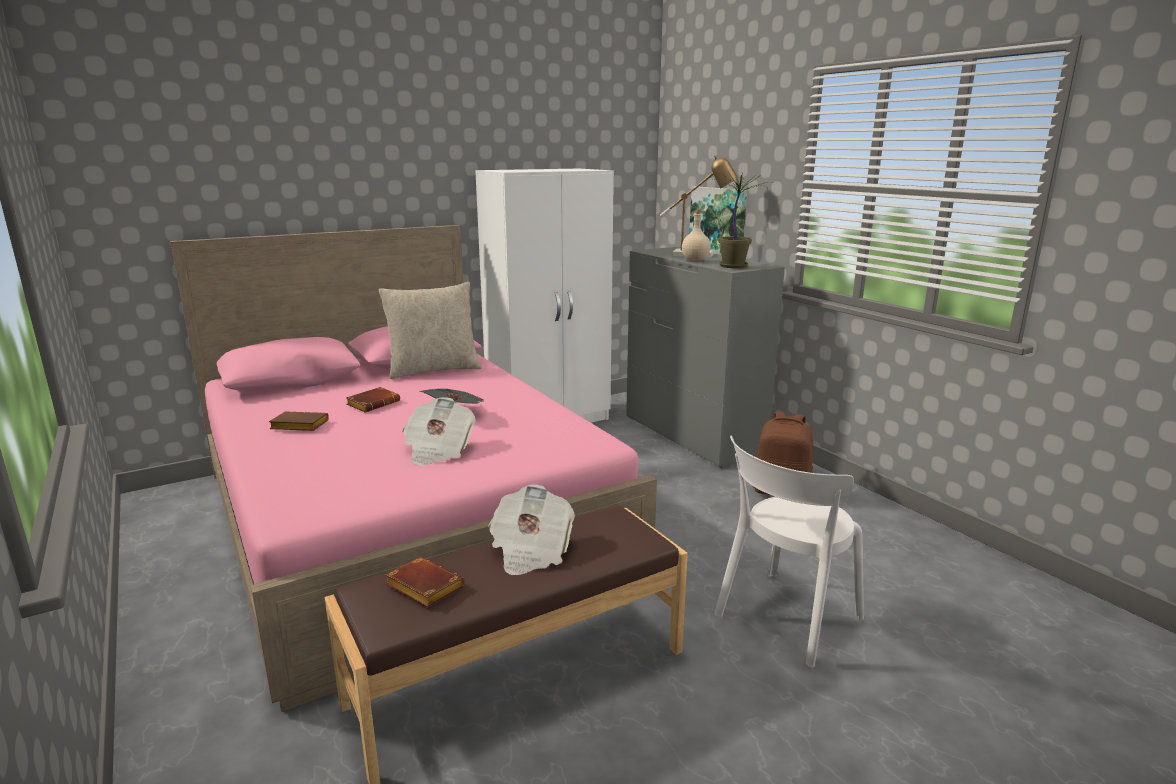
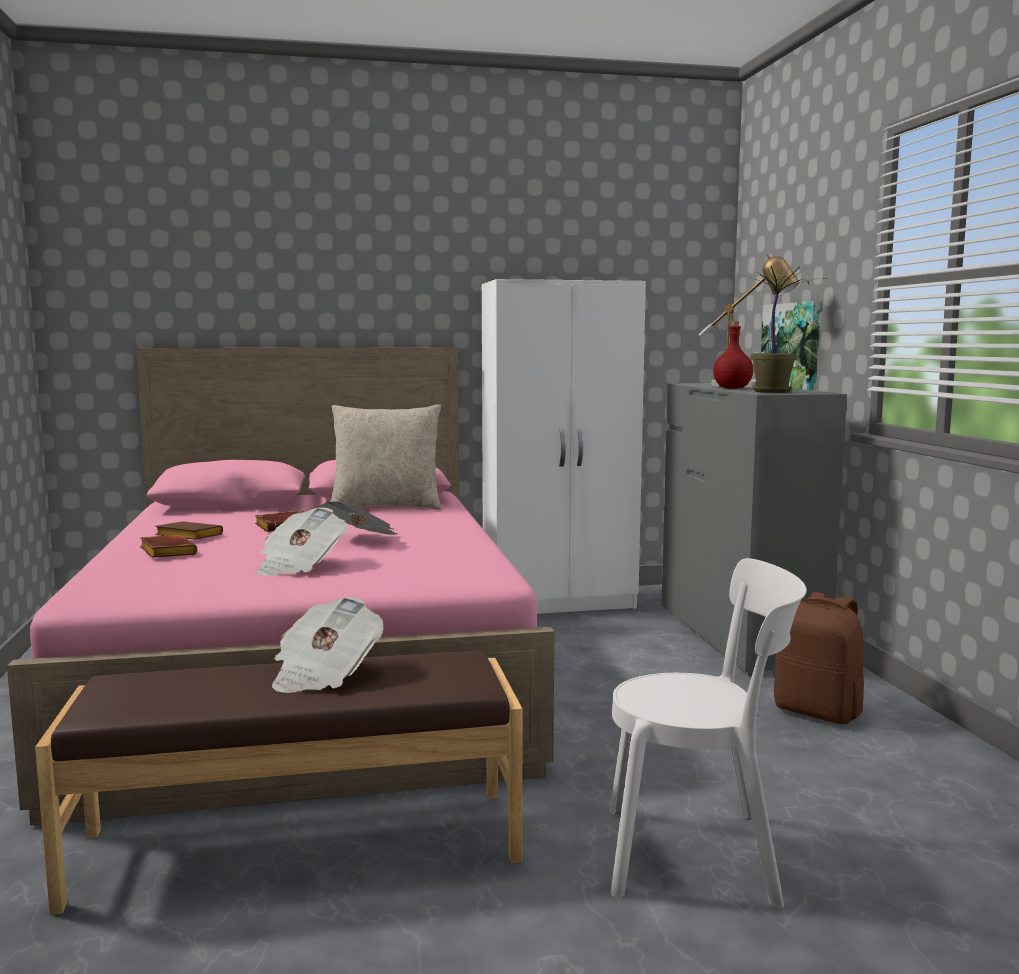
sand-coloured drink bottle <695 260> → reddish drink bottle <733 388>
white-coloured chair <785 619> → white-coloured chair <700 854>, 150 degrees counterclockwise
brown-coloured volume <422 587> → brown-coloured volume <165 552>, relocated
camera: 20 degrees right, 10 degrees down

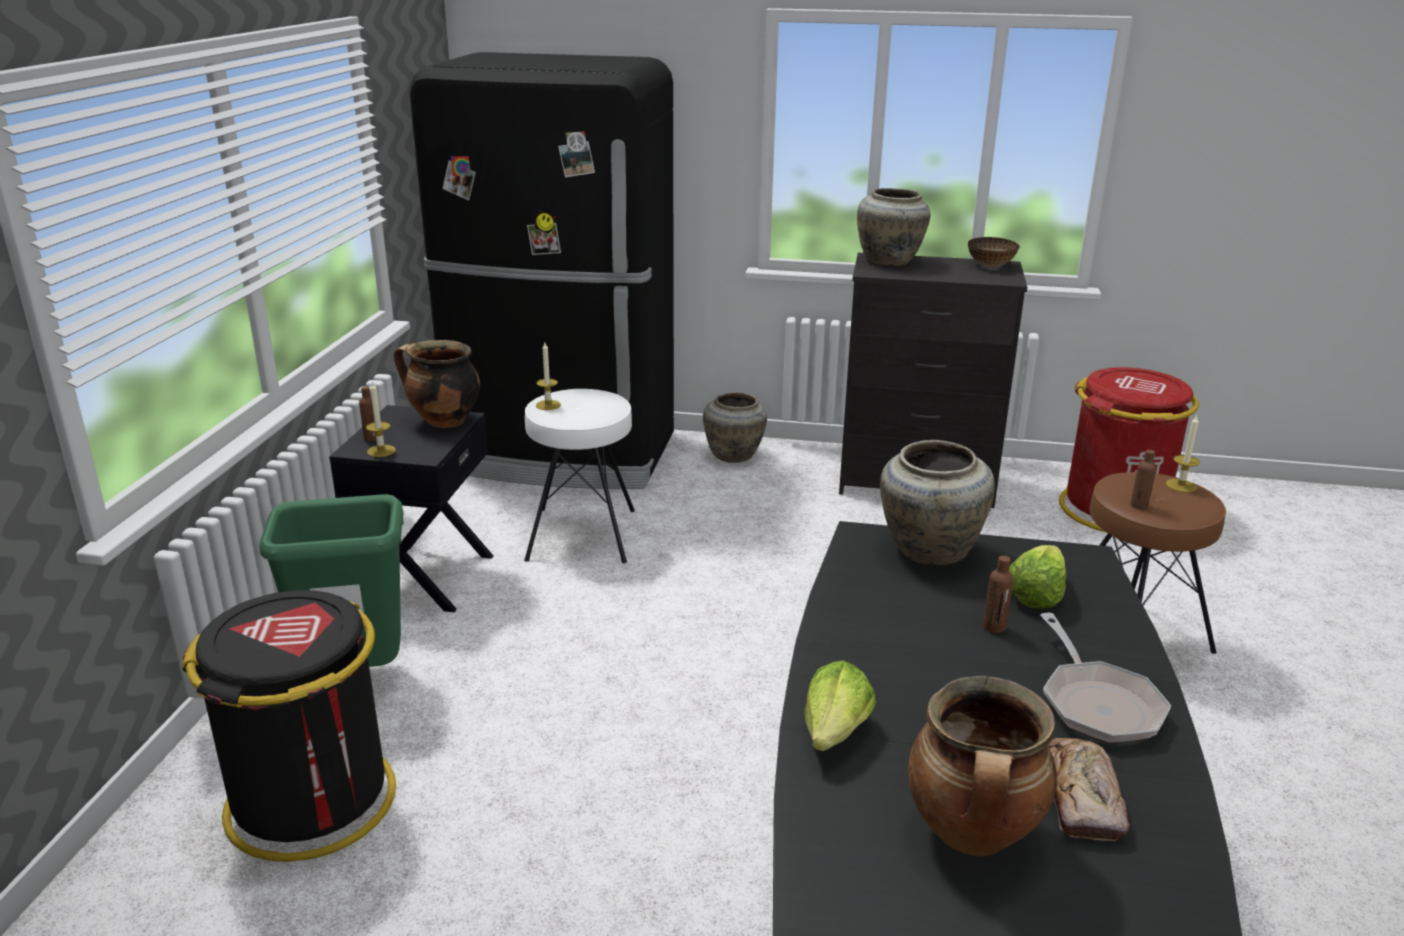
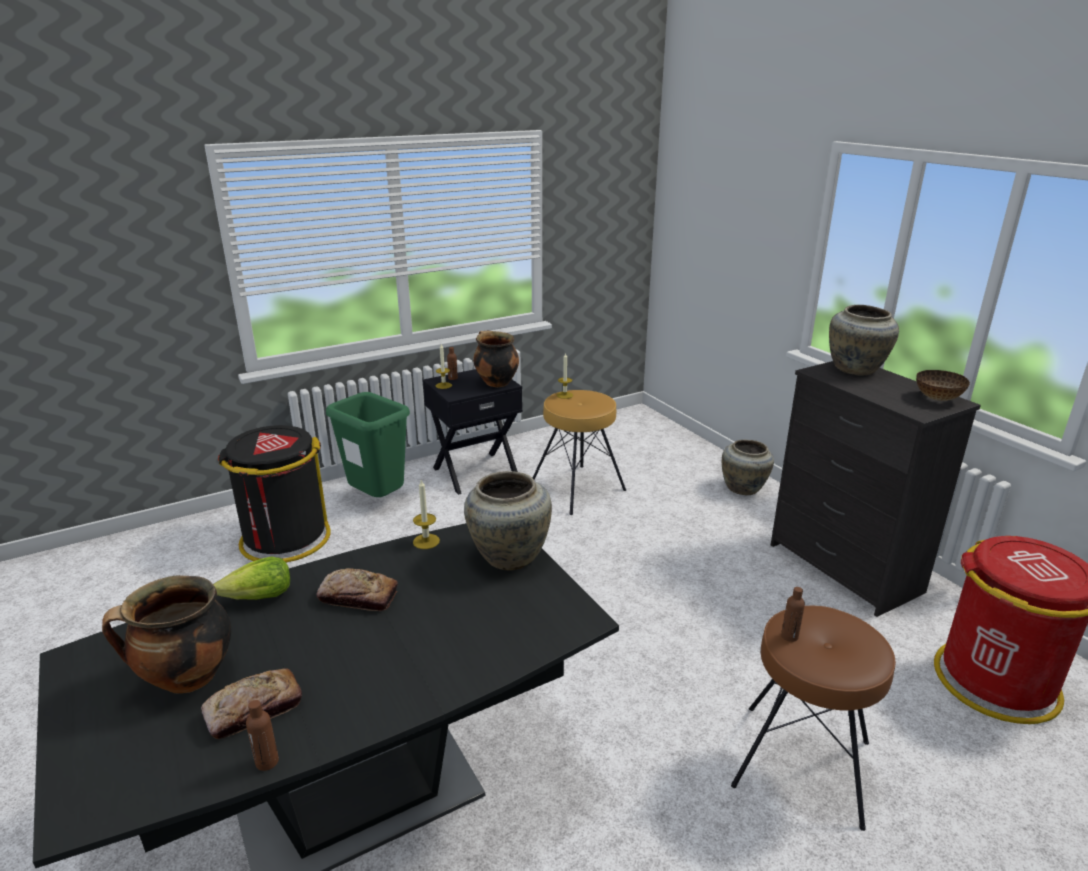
black-coloured fridge <562 453> → -
white-coloured stool seat <583 534> → brown-coloured stool seat <577 489>
wax candle <1181 485> → wax candle <426 541>, relocated
head of lettuce <1035 594> → -
brown-coloured drink bottle <994 627> → brown-coloured drink bottle <267 762>, relocated
pan <1097 703> → -
- → bakery bread <358 597>
camera: 50 degrees right, 0 degrees up

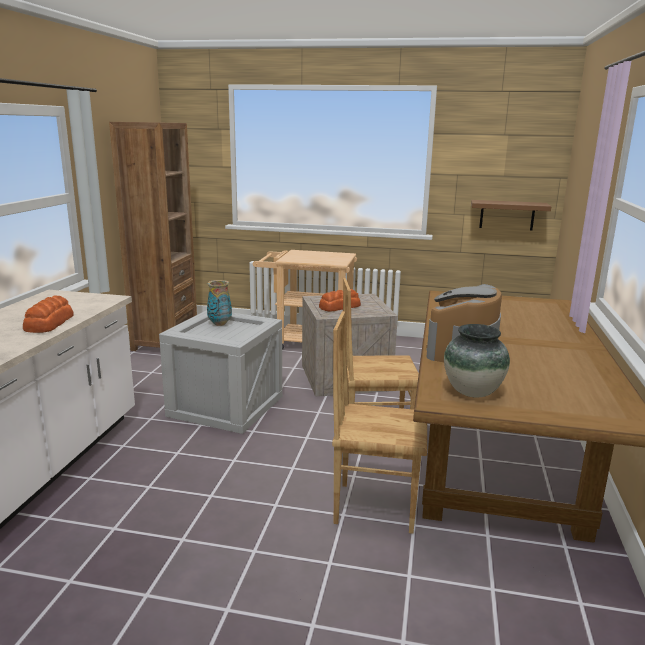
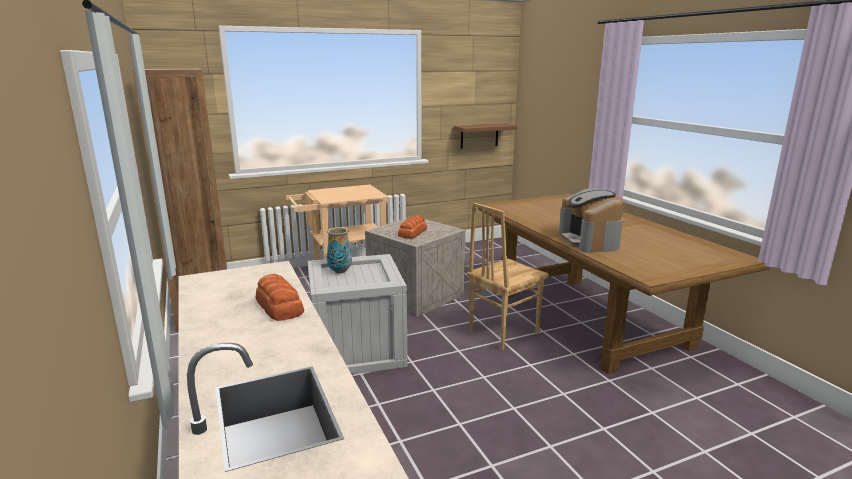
brown-coloured chair <375 506> → -
flower vase <472 392> → -
camera: 35 degrees left, 0 degrees up

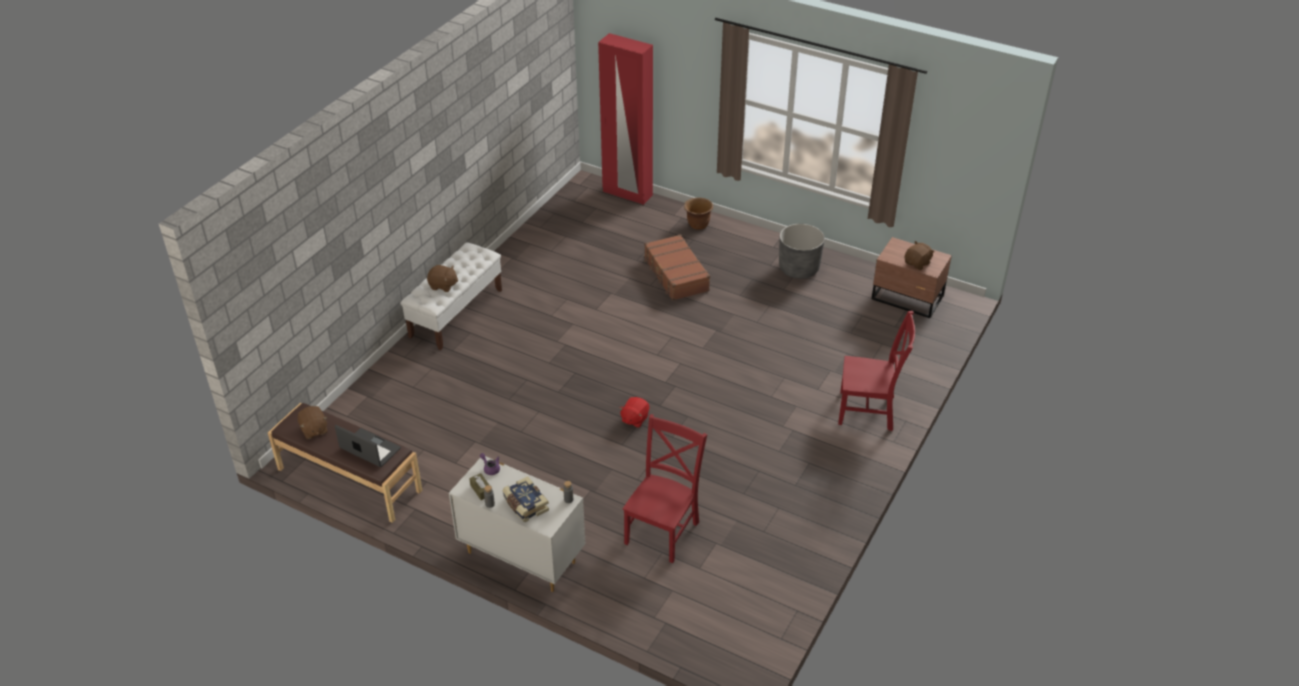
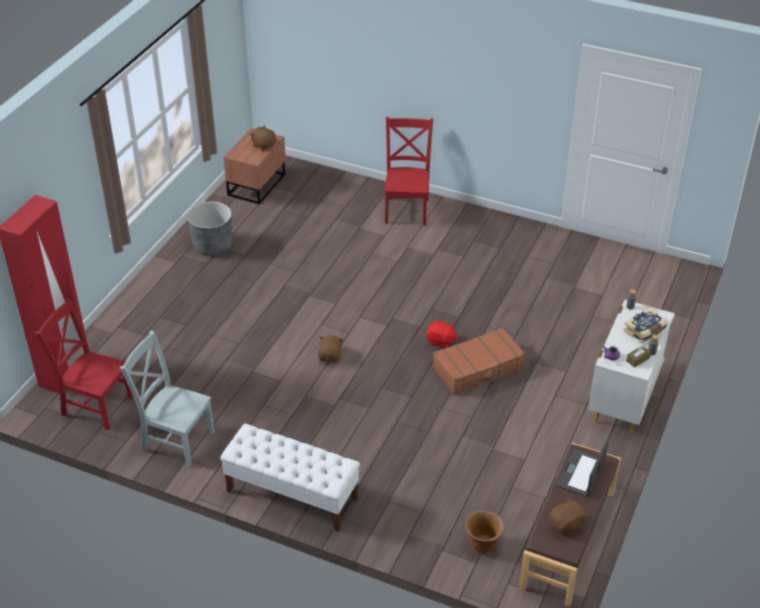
brown-coloured planter <698 225> → brown-coloured planter <482 545>, relocated
brown-coloured travel case <675 275> → brown-coloured travel case <478 368>, relocated
brown-coloured cuddly toy <443 285> → brown-coloured cuddly toy <330 356>, relocated
reddish chair <663 530> → reddish chair <95 404>, relocated
- → greyish chair <175 439>
camera: 95 degrees left, 0 degrees up

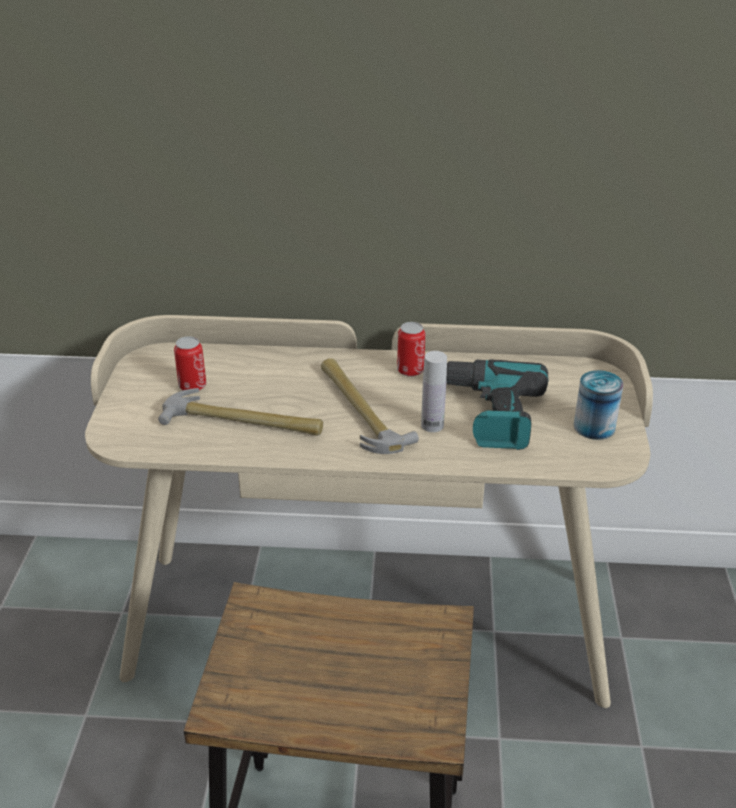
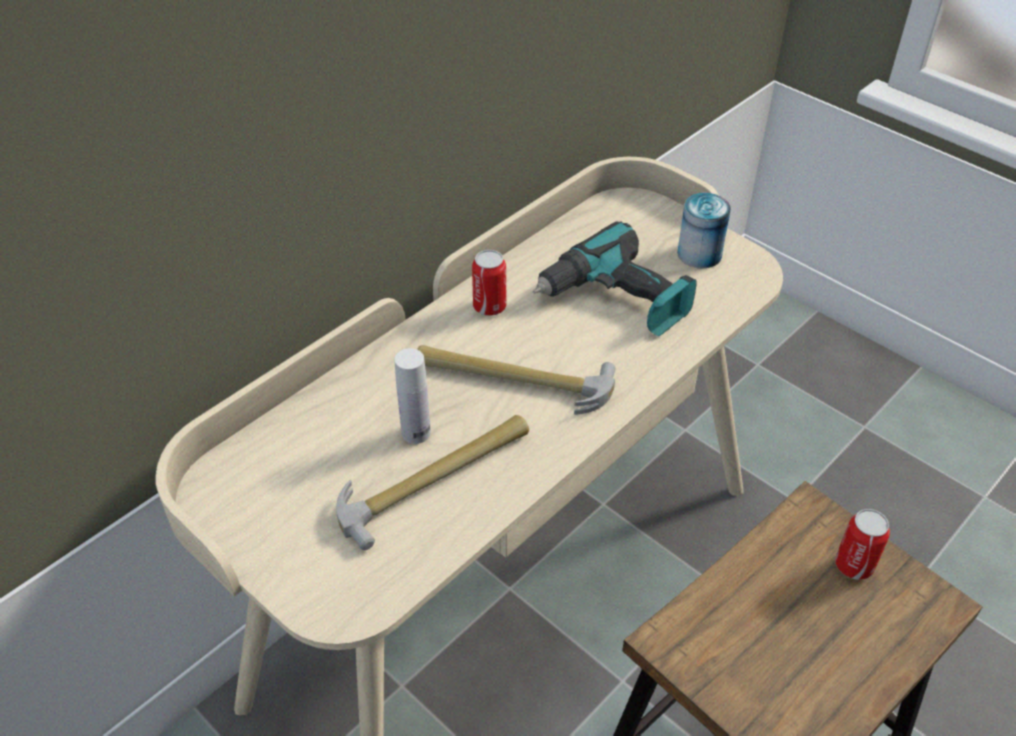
can <192 386> → can <854 565>, relocated
white-coloured drink bottle <432 425> → white-coloured drink bottle <416 432>, relocated
camera: 50 degrees left, 10 degrees up

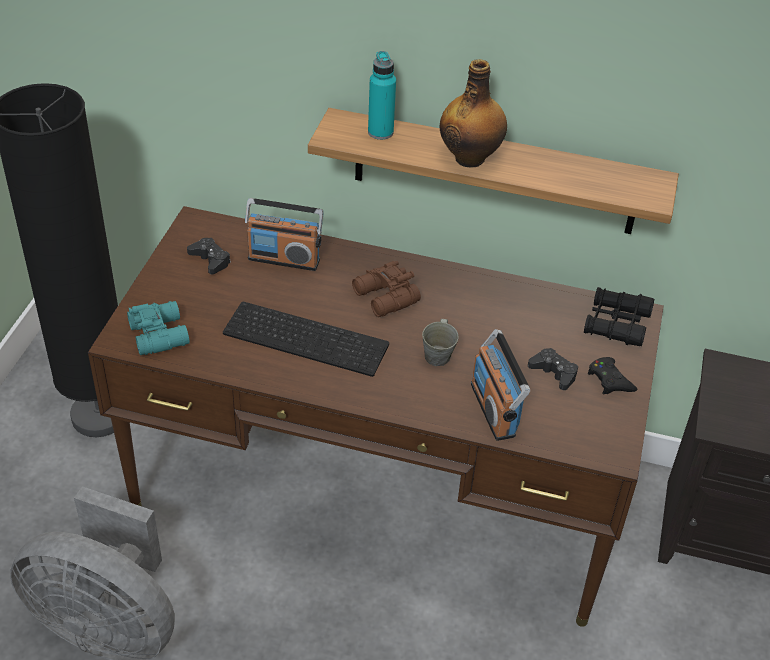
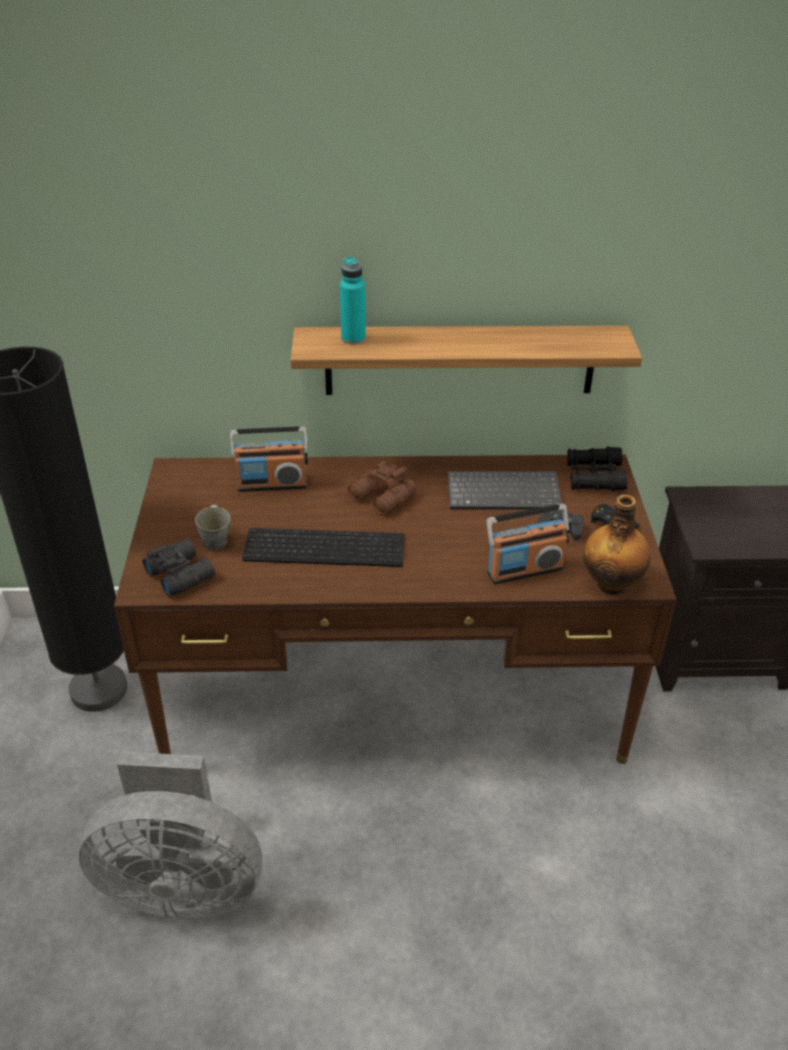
drink bottle <470 158> → drink bottle <611 583>, relocated
black-coloured gamepad <210 260> → -
blue-green pair of binoculars <160 334> → black-coloured pair of binoculars <180 573>
greyish mug <438 356> → greyish mug <216 541>, relocated
radio set <494 409> → radio set <524 570>, 75 degrees counterclockwise
- → computer keyboard <505 492>
camera: 15 degrees left, 5 degrees down

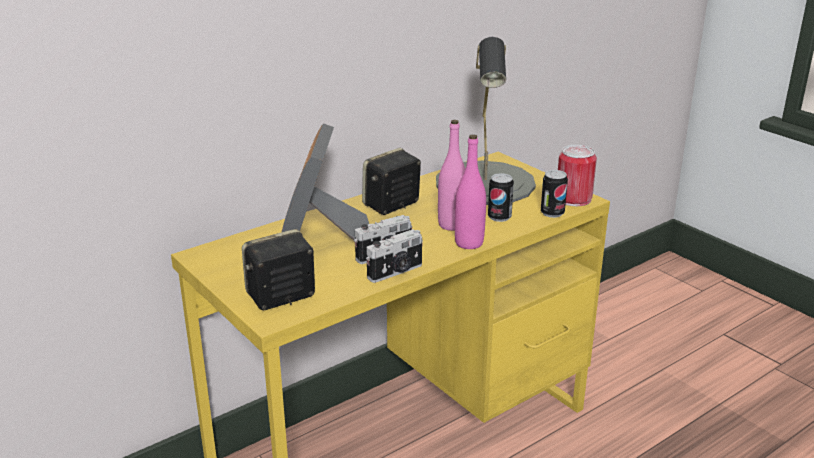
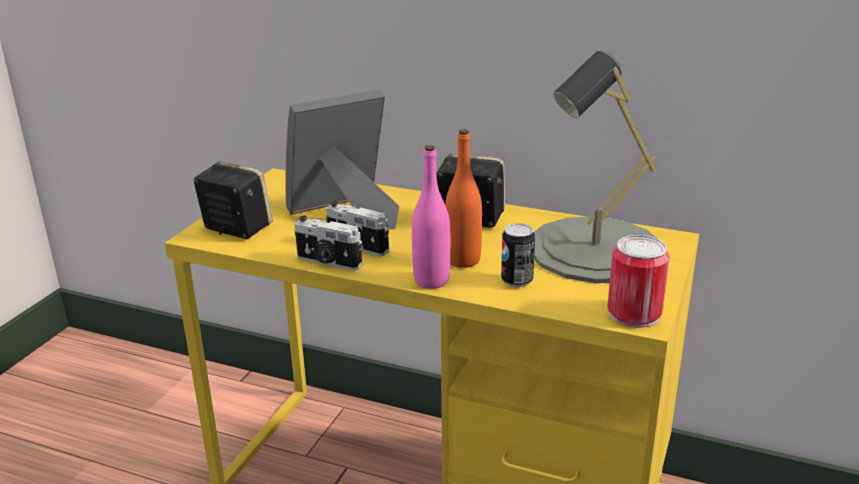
pink drink bottle <451 225> → orangey drink bottle <463 260>
can <552 213> → -
camera: 60 degrees right, 0 degrees up

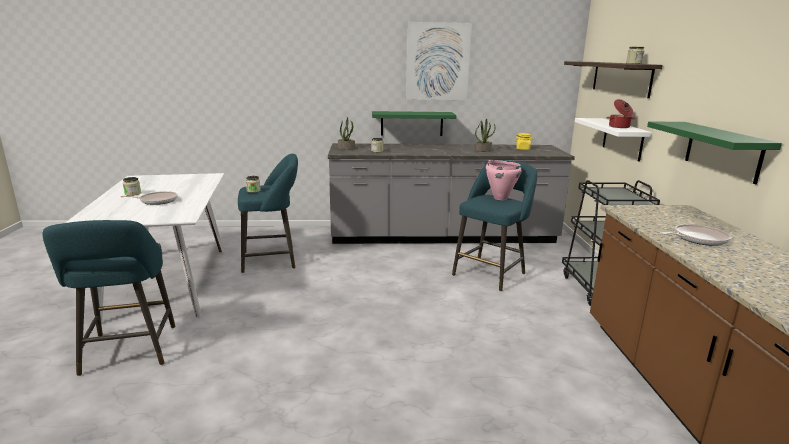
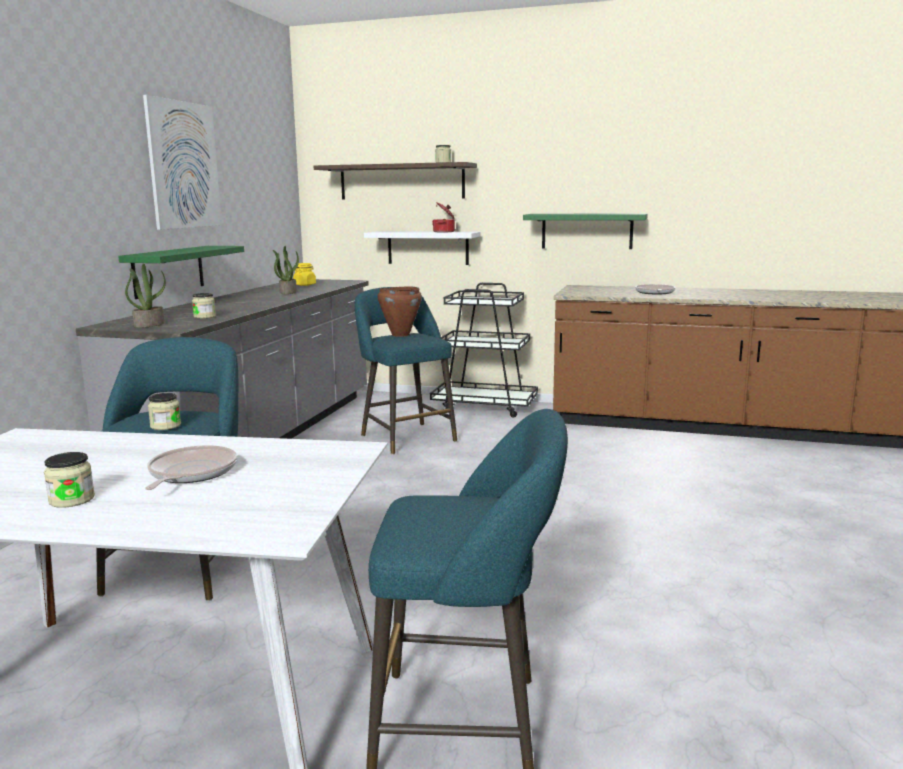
pink stockpot <500 198> → brown-coloured stockpot <400 335>
camera: 70 degrees left, 5 degrees down

